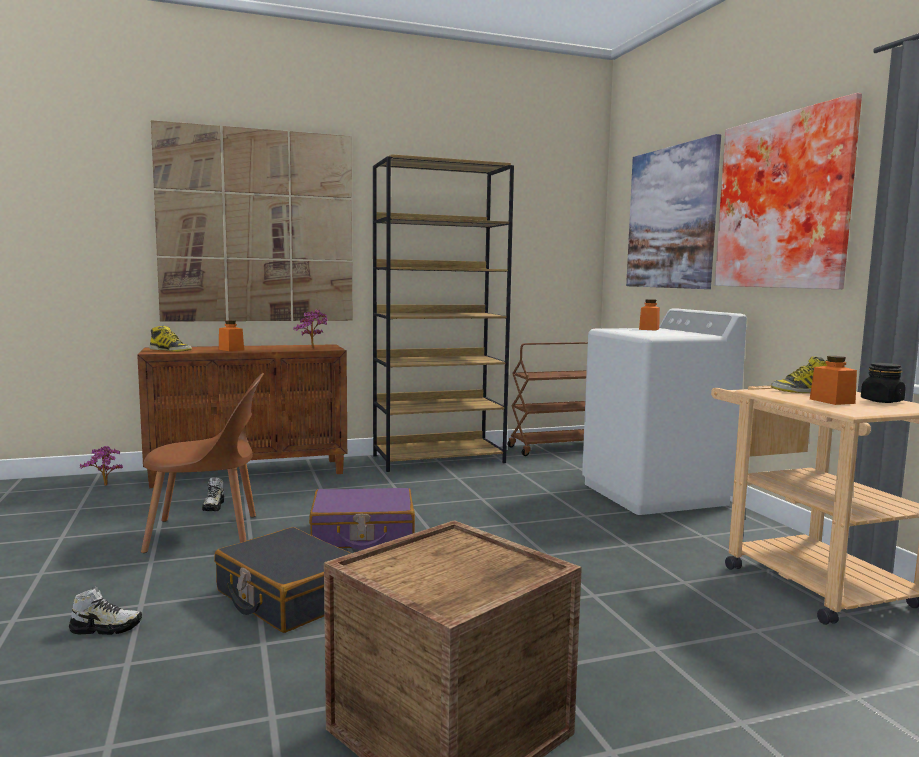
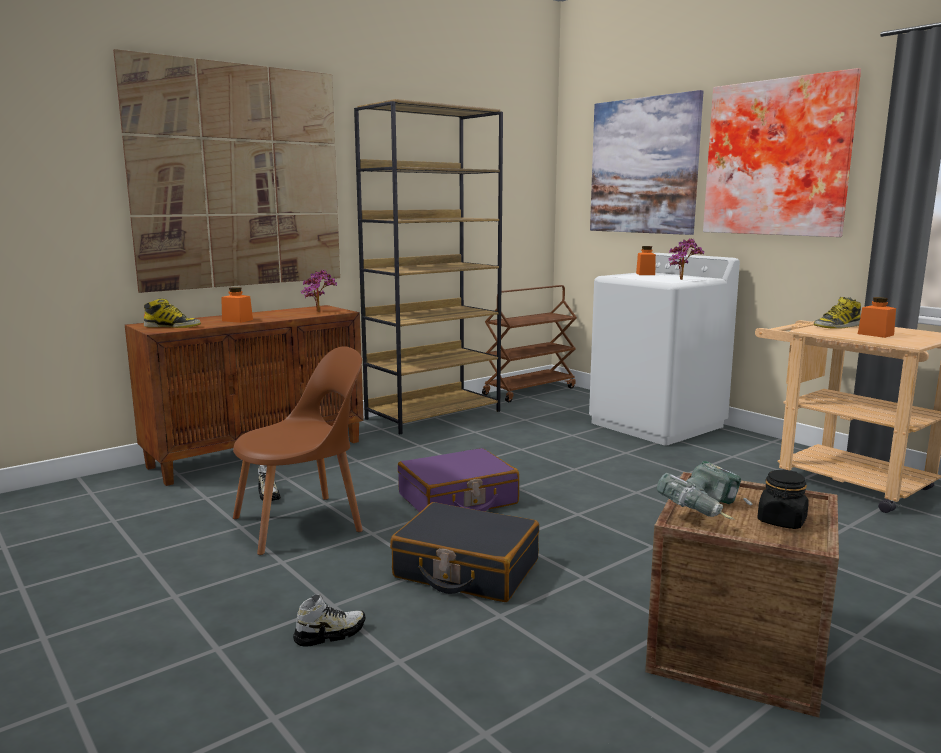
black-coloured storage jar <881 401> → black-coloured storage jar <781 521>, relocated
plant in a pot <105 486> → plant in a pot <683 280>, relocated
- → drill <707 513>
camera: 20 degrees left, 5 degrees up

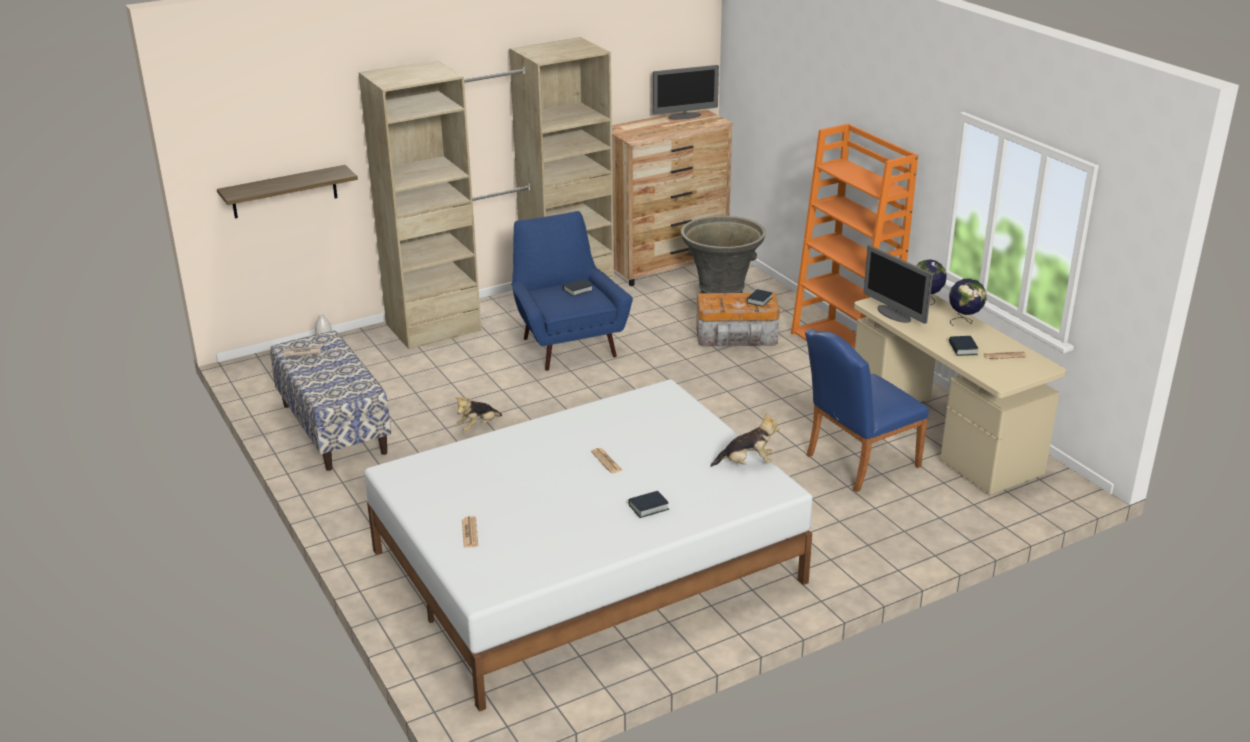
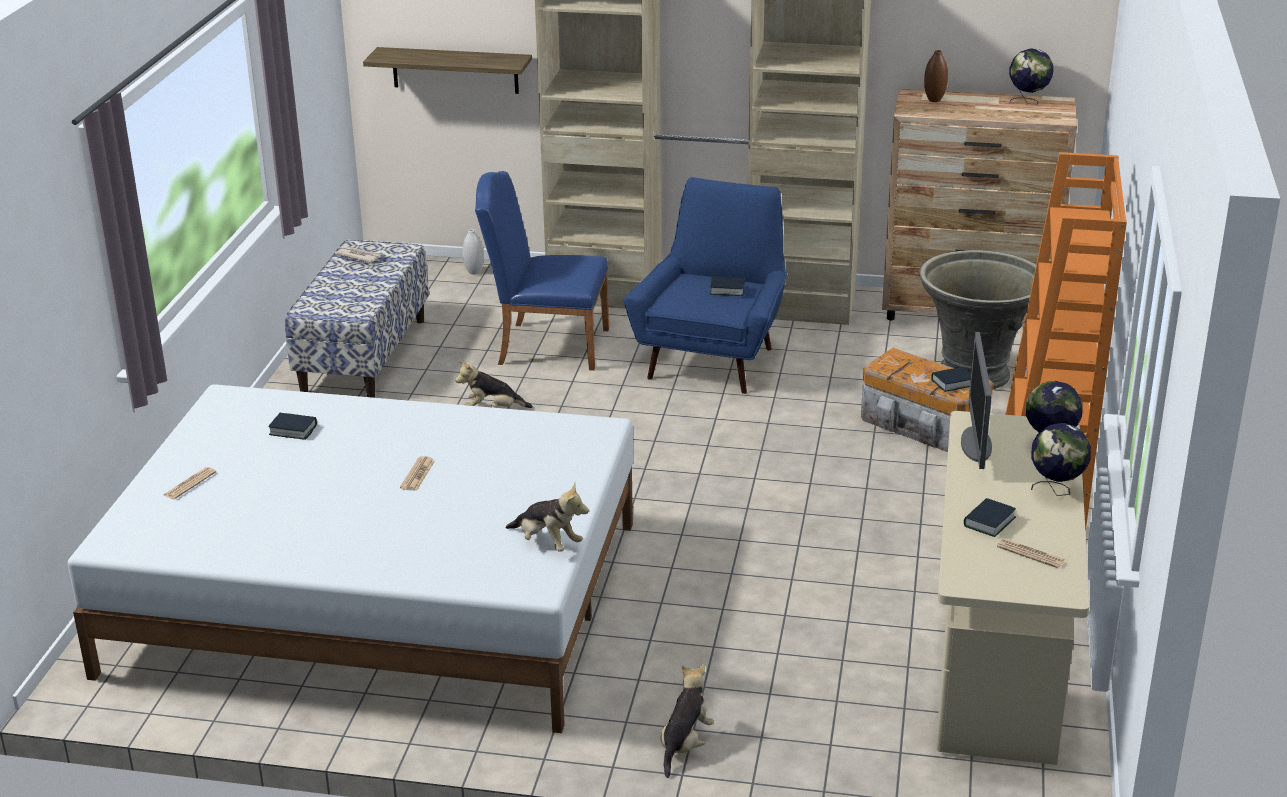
computer display <685 116> → desk globe <1028 102>
blue chair <856 463> → blue chair <545 345>, relocated
volume <648 507> → volume <293 430>, relocated
- → brown-coloured flower vase <934 100>
- → cuddly toy <685 744>
camera: 40 degrees right, 0 degrees up

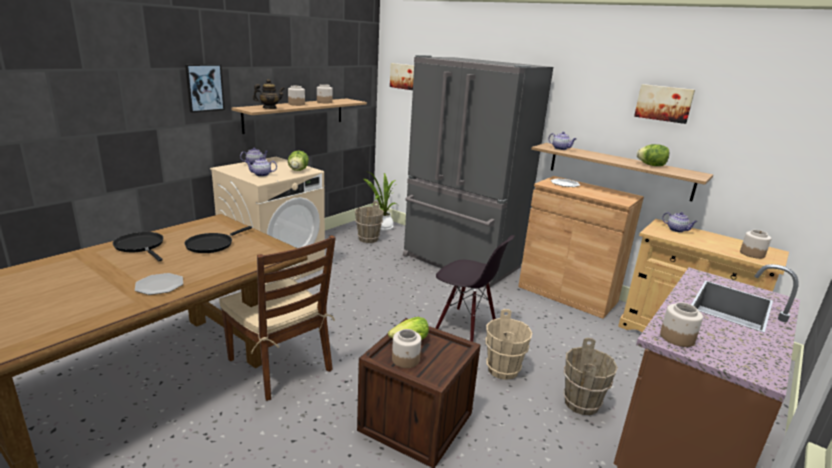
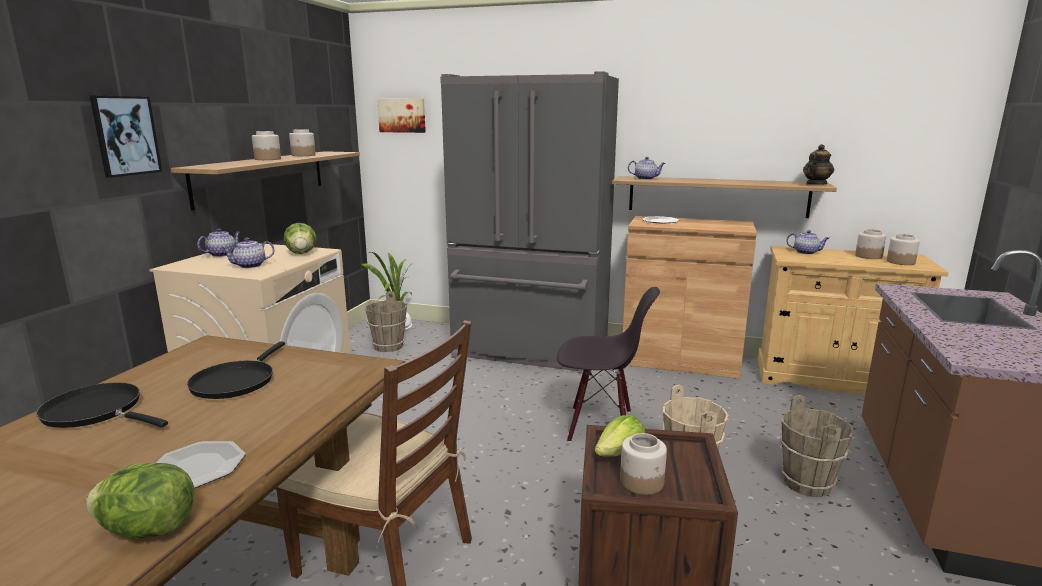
pot for tea <269 108> → pot for tea <815 184>, relocated
picture <664 103> → -
head of lettuce <651 165> → head of lettuce <148 530>, relocated
storage jar <676 338> → storage jar <868 256>, relocated
camera: 20 degrees left, 5 degrees down

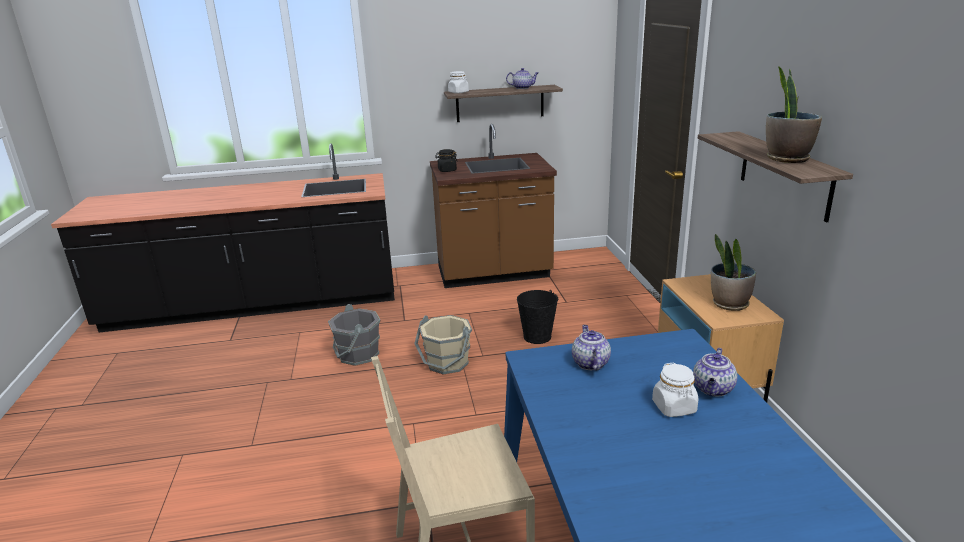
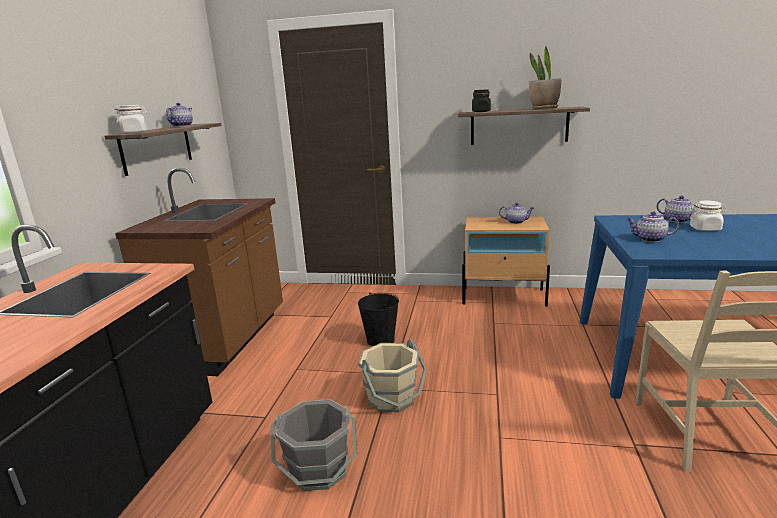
black-coloured storage jar <447 170> → black-coloured storage jar <481 111>, relocated
plant in a pot <729 304> → pot for tea <516 222>
camera: 70 degrees left, 5 degrees down

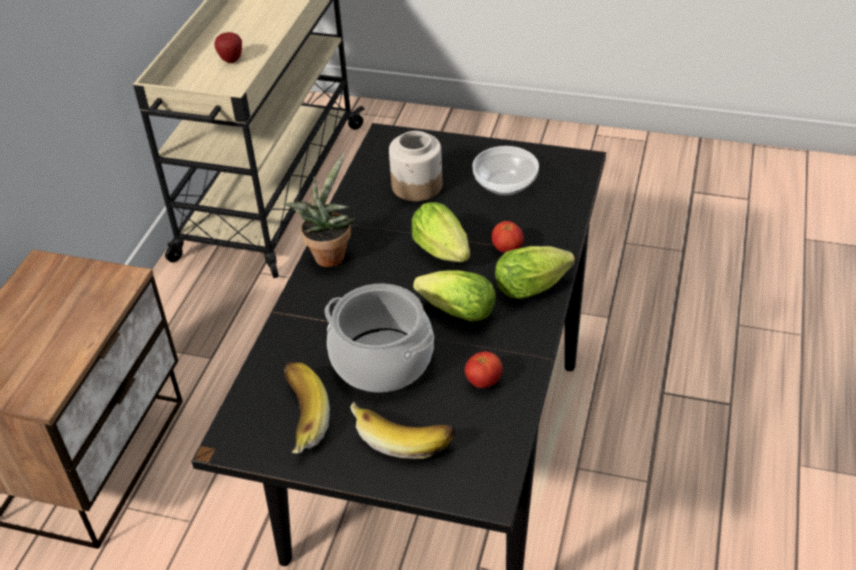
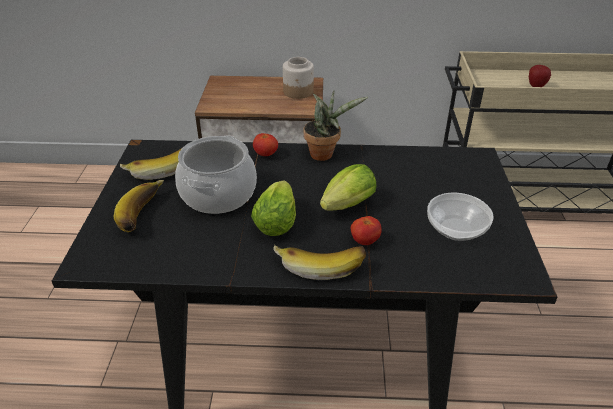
storage jar <417 185> → storage jar <298 92>, relocated
head of lettuce <535 286> → banana fruit <320 264>
whole tomato <483 381> → whole tomato <265 154>, relocated
camera: 75 degrees right, 5 degrees down

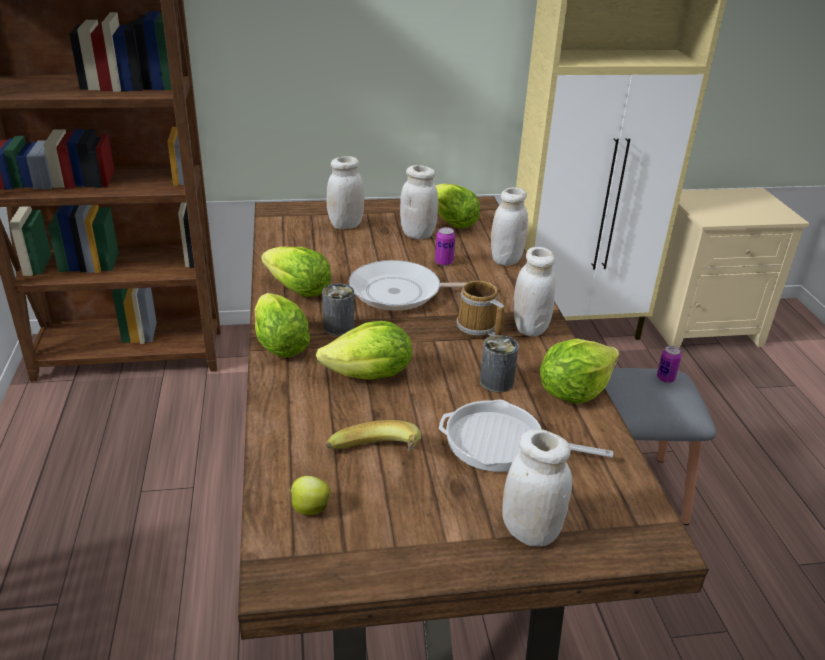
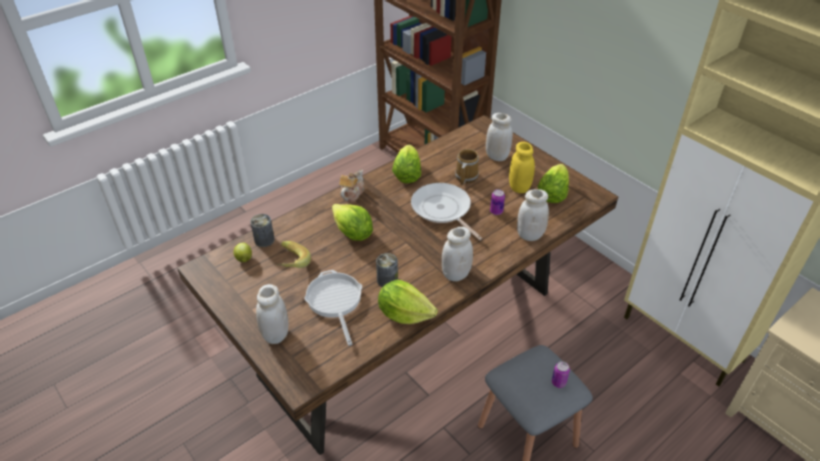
white-coloured storage jar <418 234> → yellow storage jar <519 187>
mug <477 330> → mug <465 177>, relocated
can <338 327> → can <264 240>, relocated
head of lettuce <279 345> → pot for tea <352 193>
camera: 60 degrees right, 10 degrees up

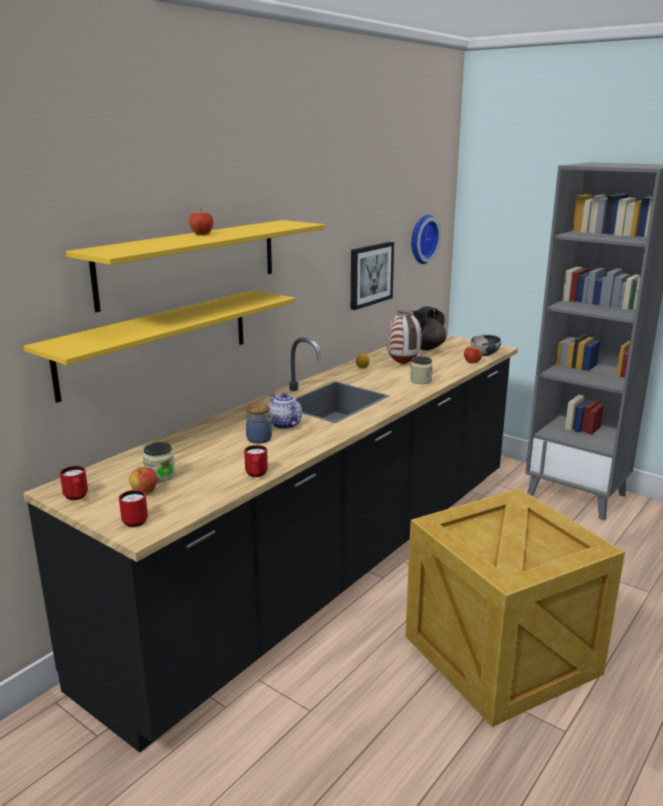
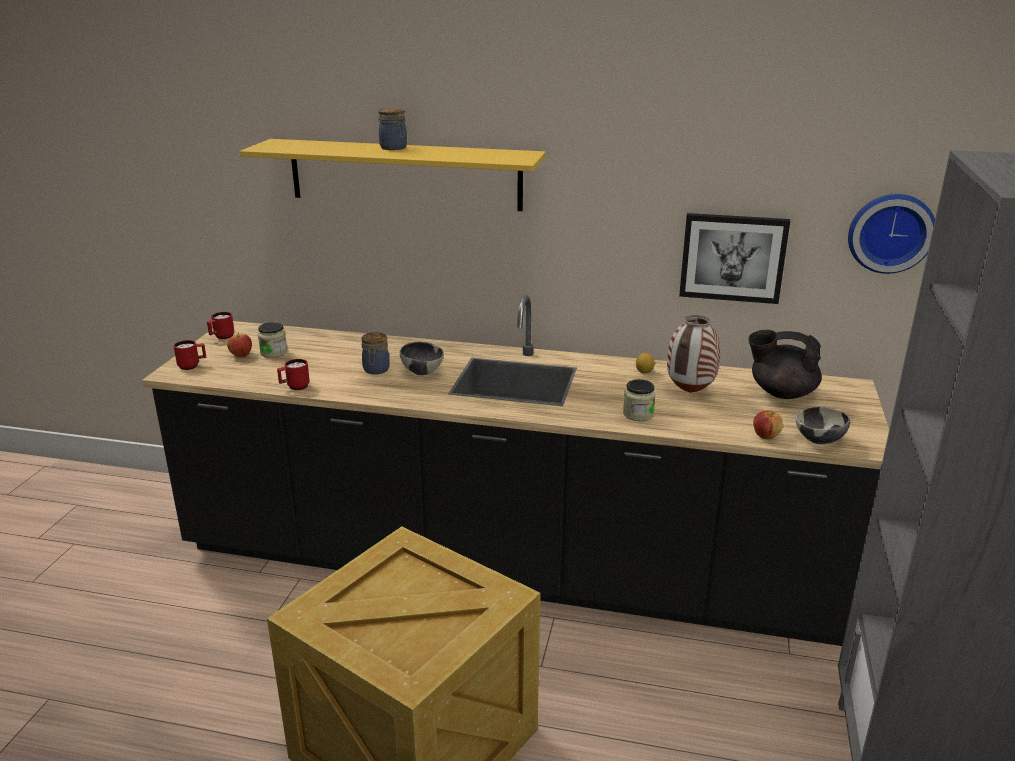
whole apple <201 234> → storage jar <394 148>
yellow bracket shelf <157 342> → -
pot for tea <284 424> → serving bowl <422 371>
camera: 65 degrees right, 5 degrees up

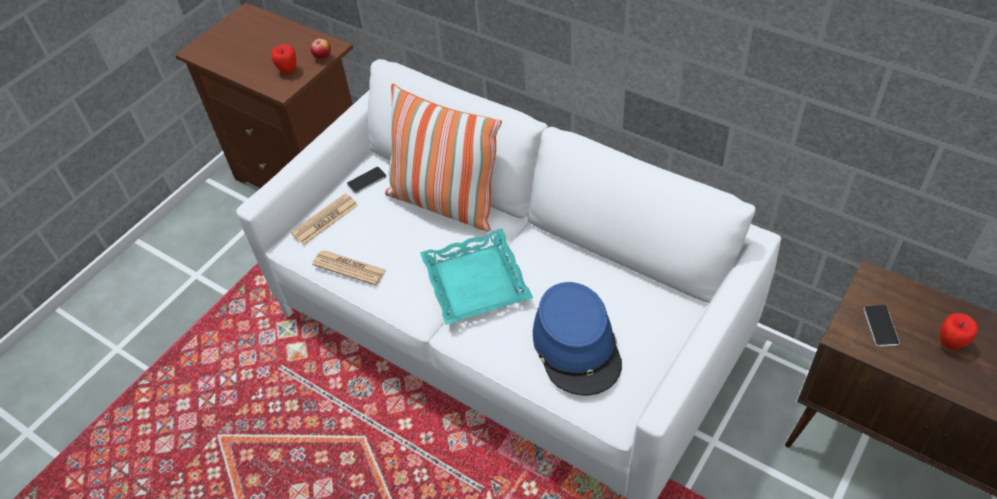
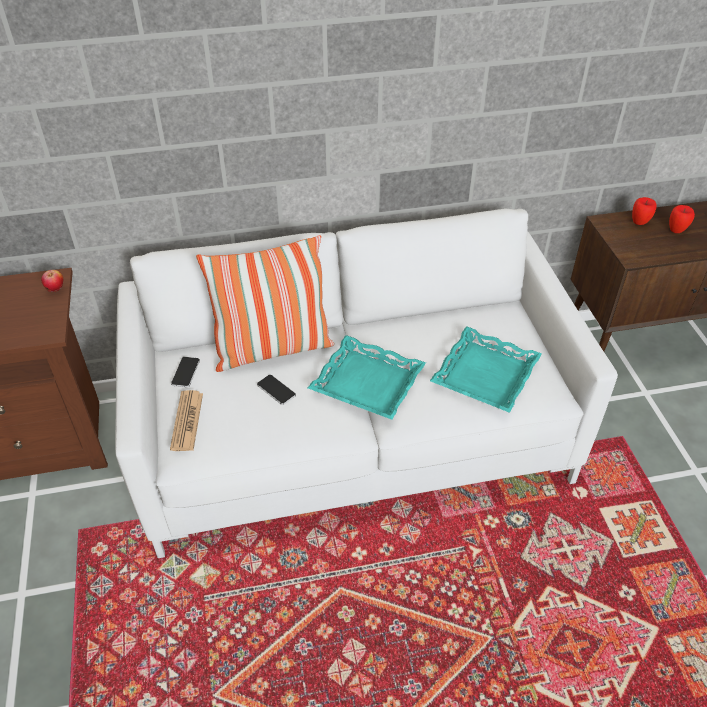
whole apple <288 71> → whole apple <639 223>, relocated
newspaper <349 268> → -
blue hat <577 346> → blue-green serving tray <484 374>
phone <880 326> → phone <276 390>, relocated
camera: 50 degrees left, 5 degrees down

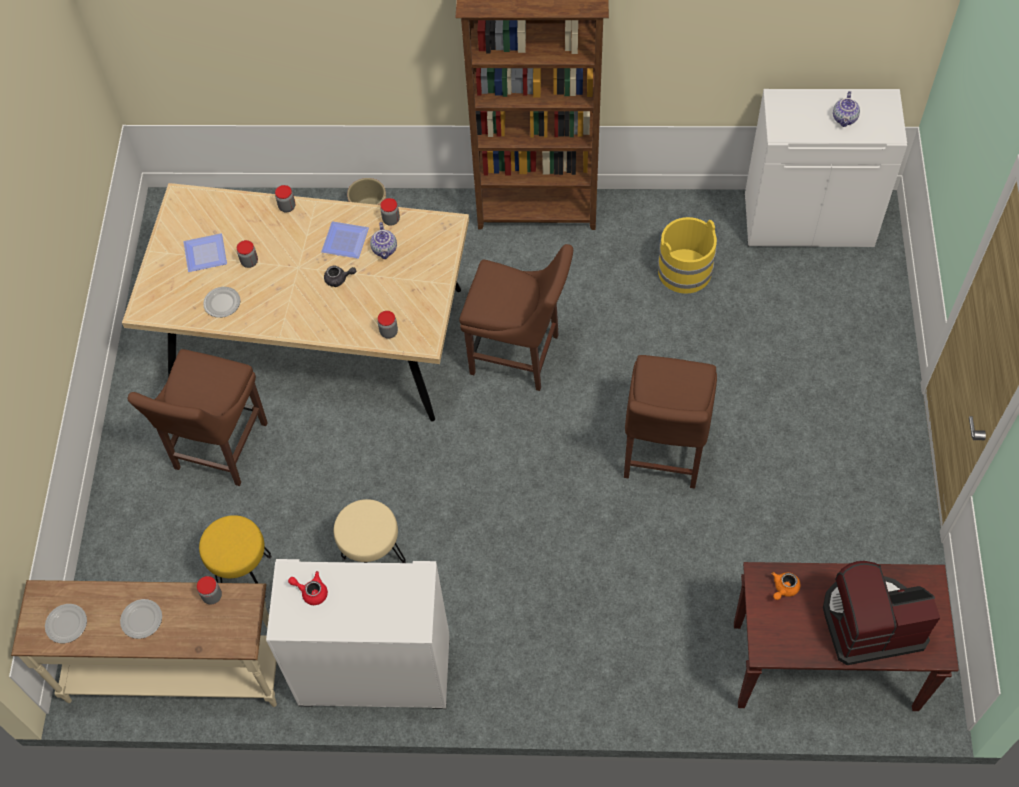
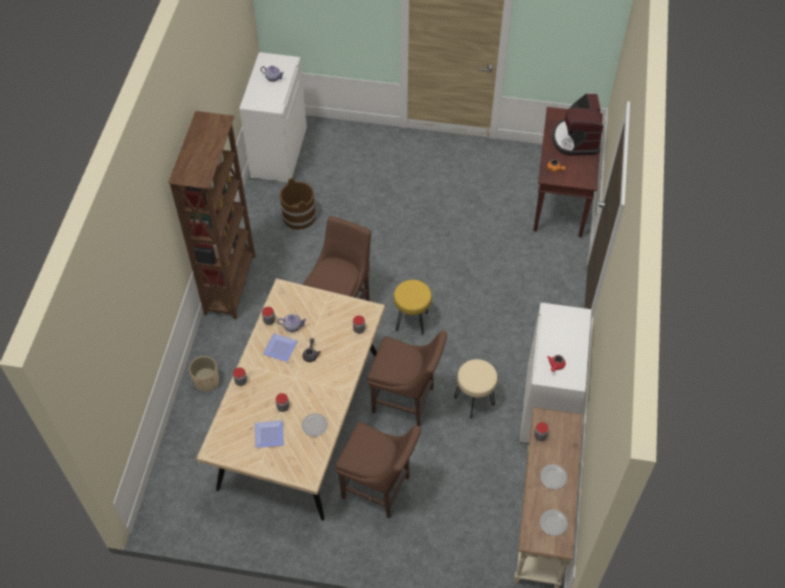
yellow bucket <684 271> → brown-coloured bucket <299 216>
brown-coloured chair <662 454> → brown-coloured chair <406 401>, relocated
yellow stool seat <246 575> → yellow stool seat <411 321>, relocated
camera: 85 degrees left, 5 degrees down

